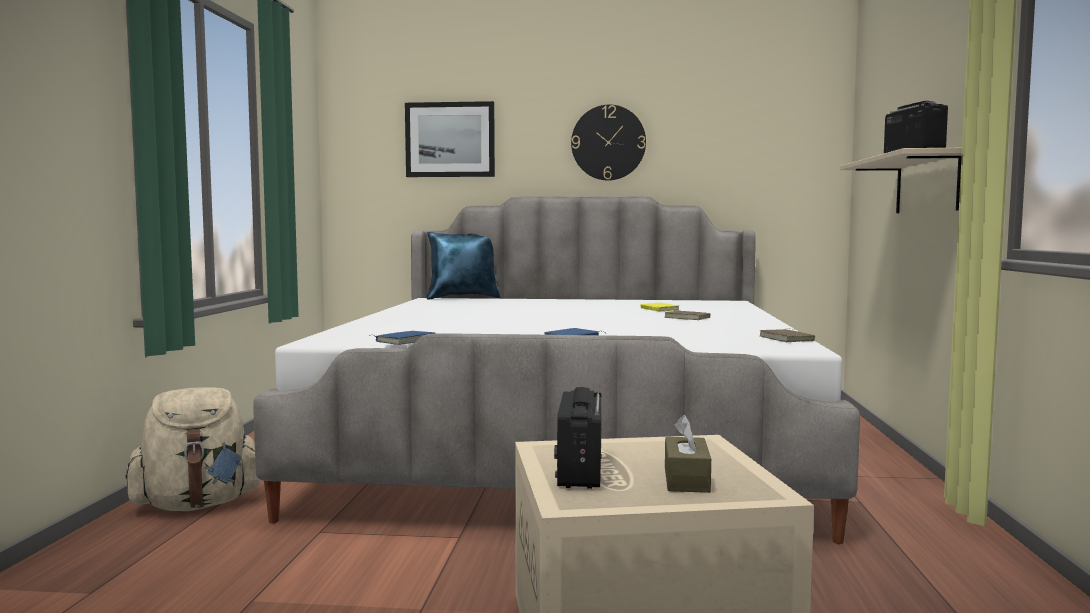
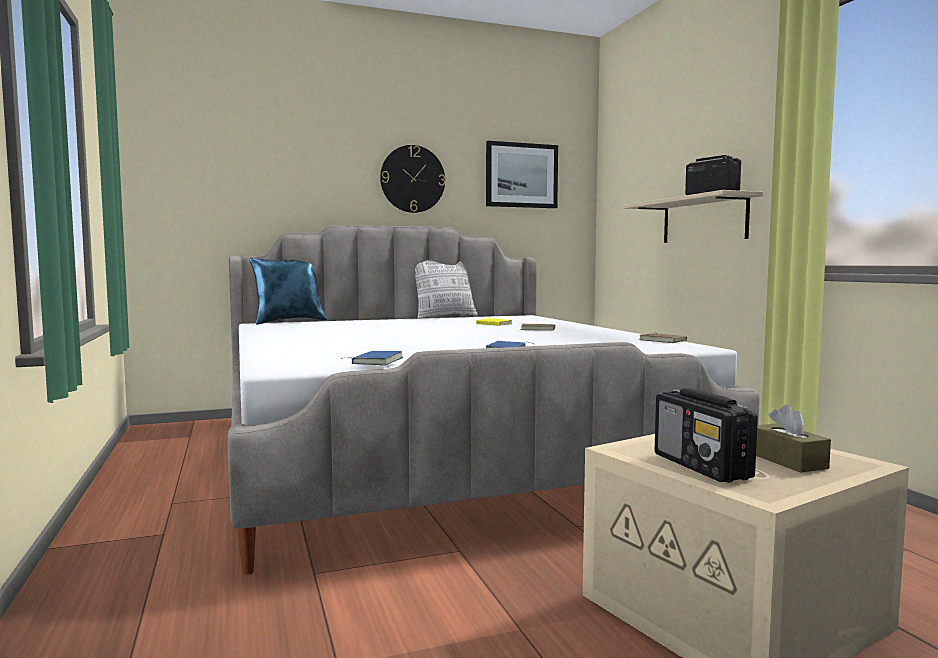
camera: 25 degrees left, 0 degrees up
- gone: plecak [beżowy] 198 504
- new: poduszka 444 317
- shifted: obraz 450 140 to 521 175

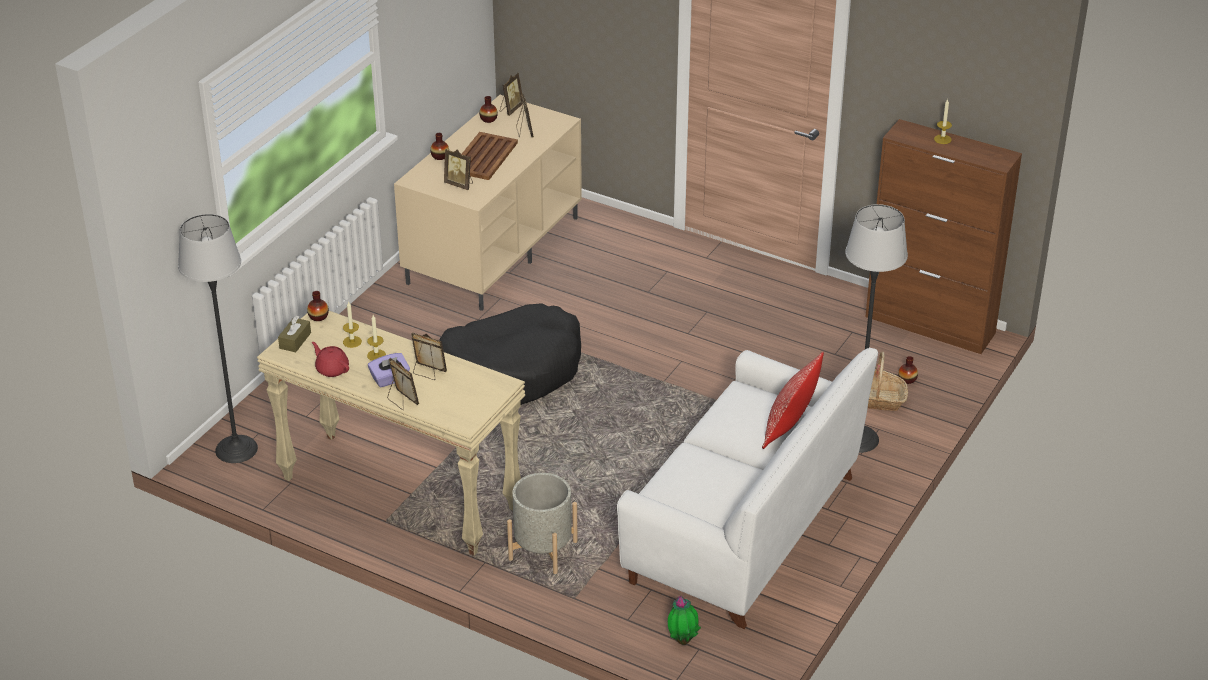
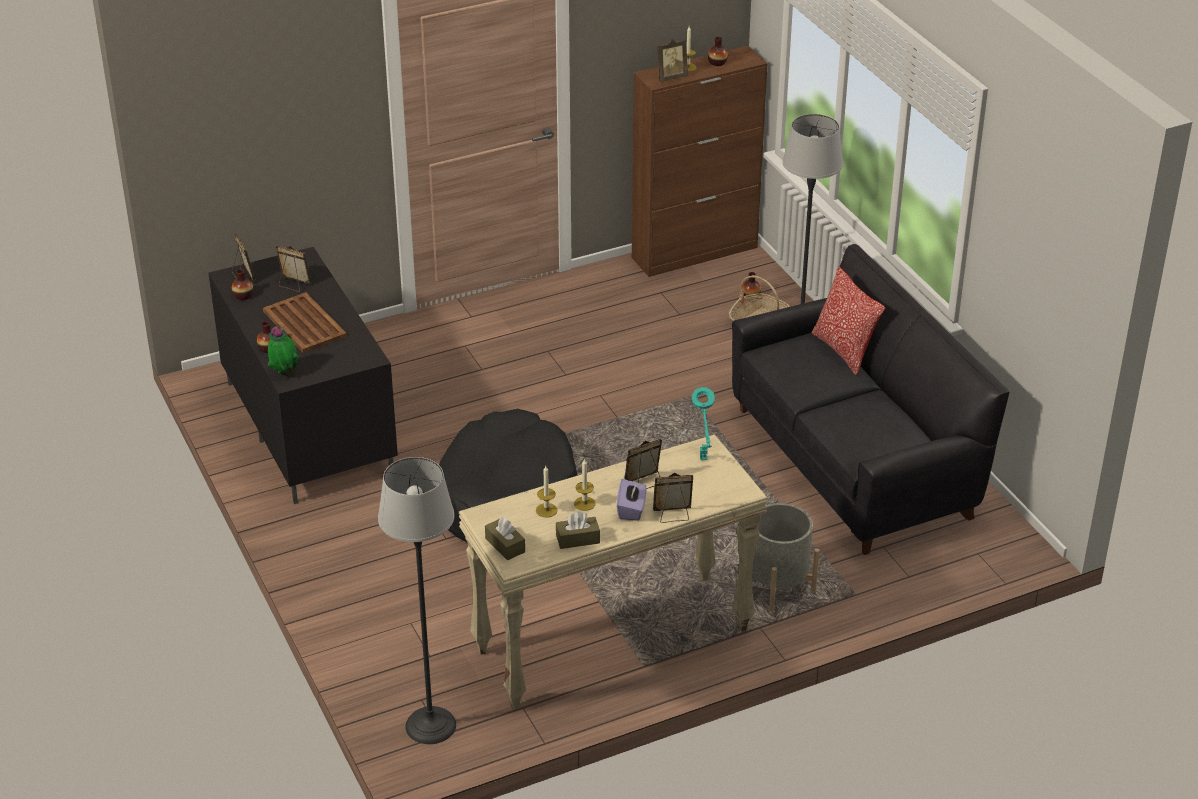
camera: 55 degrees left, 0 degrees up
- new: lampa stołowa [turkusowy] 703 460
- shifted: wazon 318 317 to 717 63
- shifted: ramka na zdjęcie 460 184 to 670 77
- shifted: roślina doniczkowa 682 640 to 284 373
- swapped: imbryk [czerwony] 332 369 to pudełko chusteczek [brązowy] 577 539
- repainted: szafka pod telewizor [beżowy] 493 249 to szafka pod telewizor [czarny] 306 427
- repainted: kanapa [biały] 744 529 to kanapa [czarny] 854 463

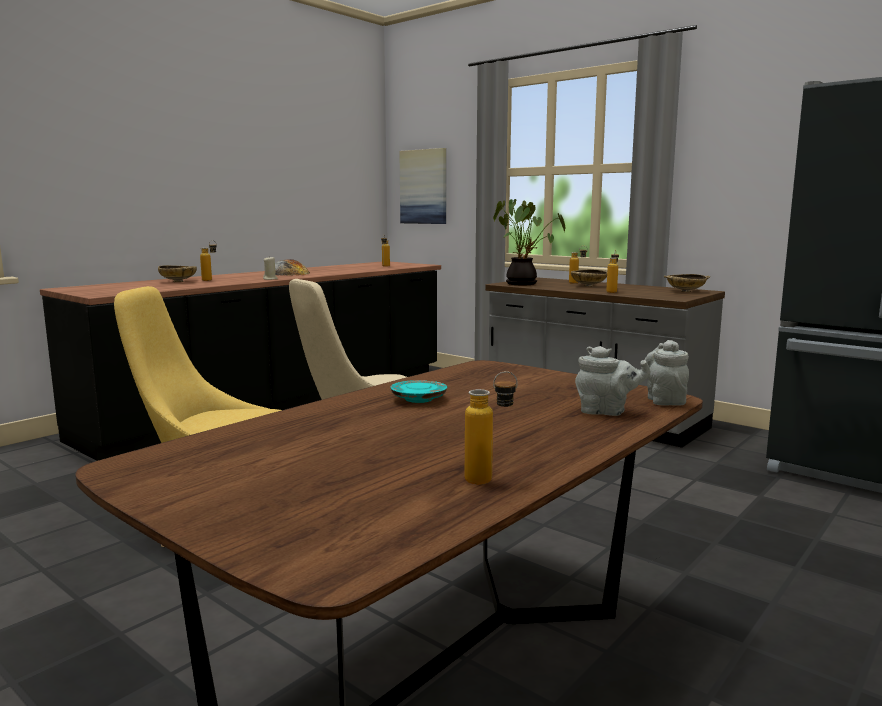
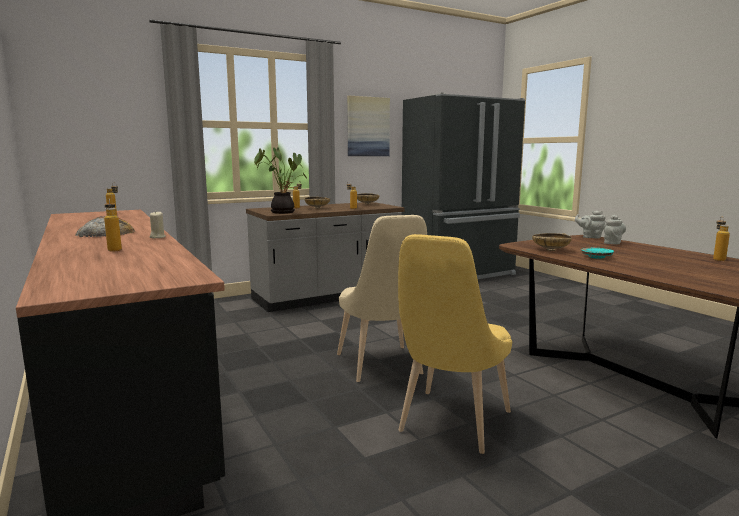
camera: 70 degrees left, 0 degrees up
- shifted: miska [beżowy] 178 281 to 550 250
- shifted: obraz 424 187 to 368 127

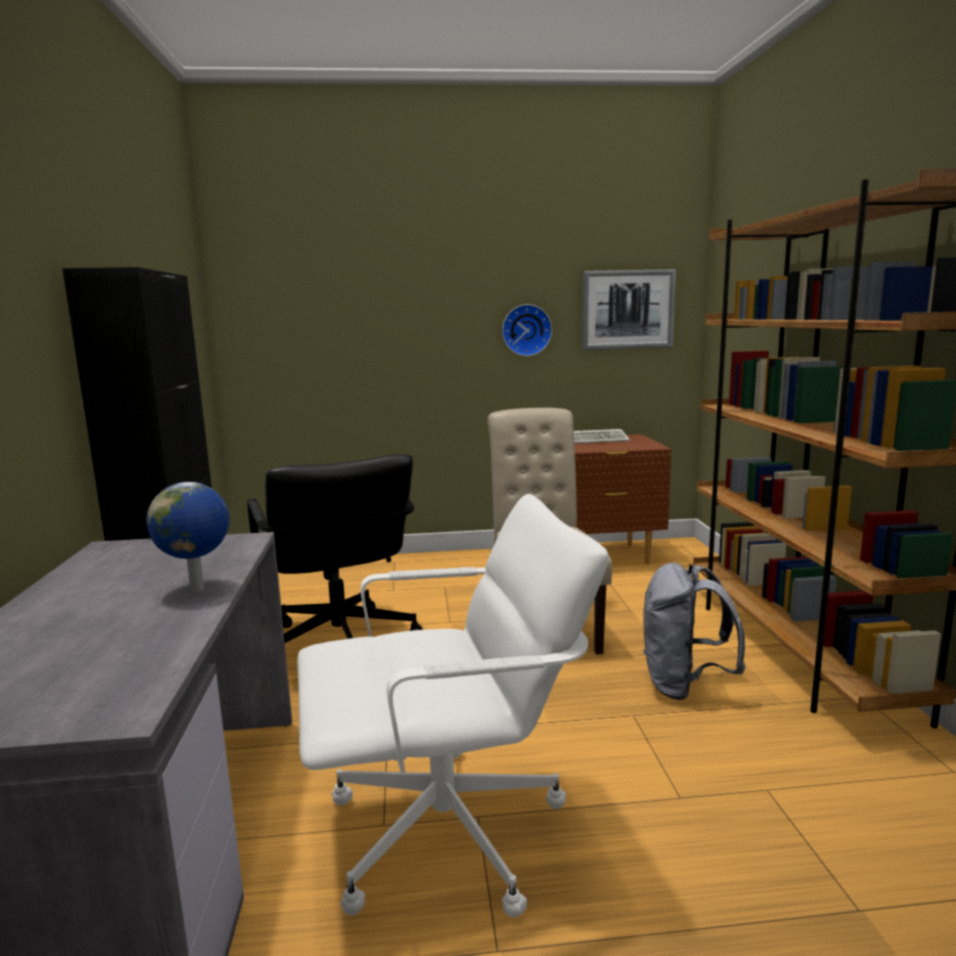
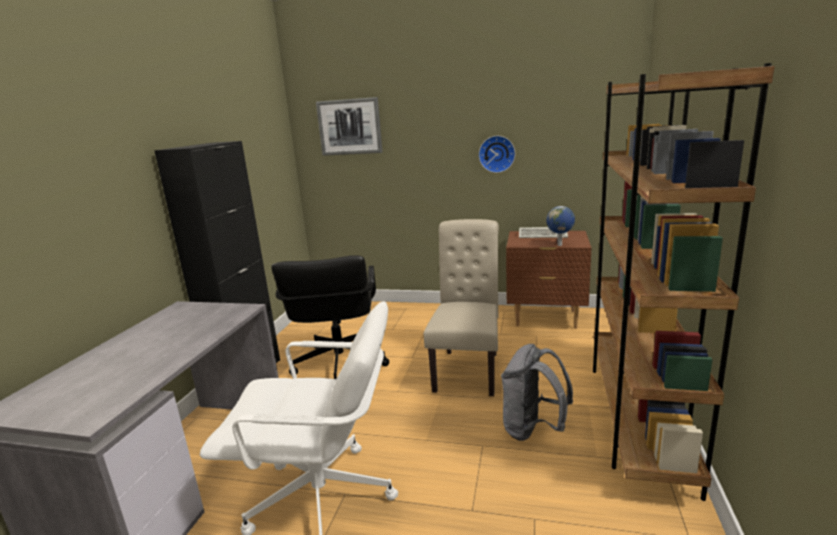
camera: 20 degrees right, 5 degrees up
- shifted: globus 198 589 to 560 245
- shifted: obraz 627 310 to 349 127

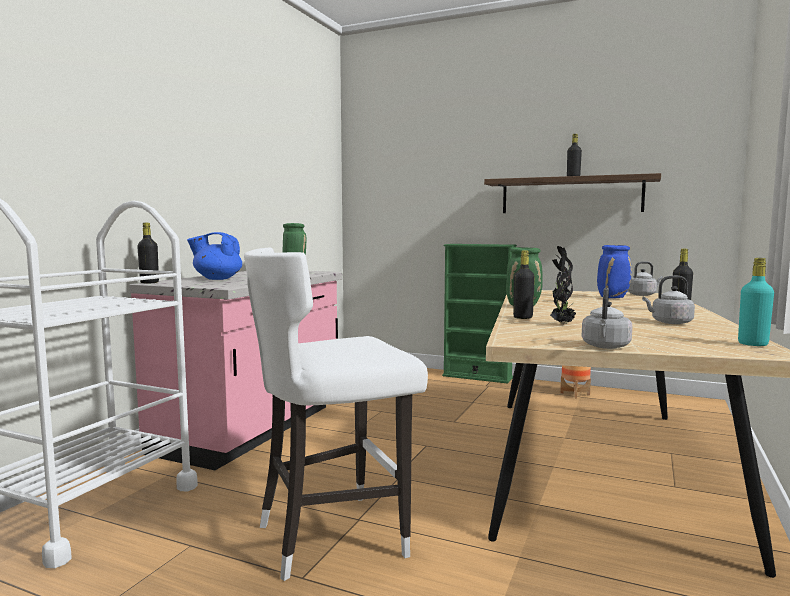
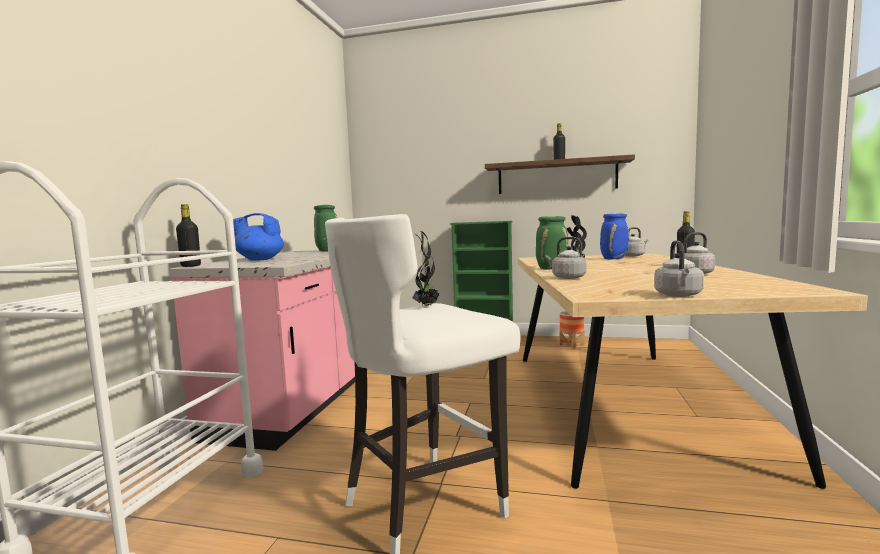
camera: 10 degrees left, 0 degrees up
- gone: butelka [turkusowy] 753 344
- shifted: roślina doniczkowa 562 324 to 427 306
- swapped: butelka [czarny] 523 317 to czajnik [szary] 567 277

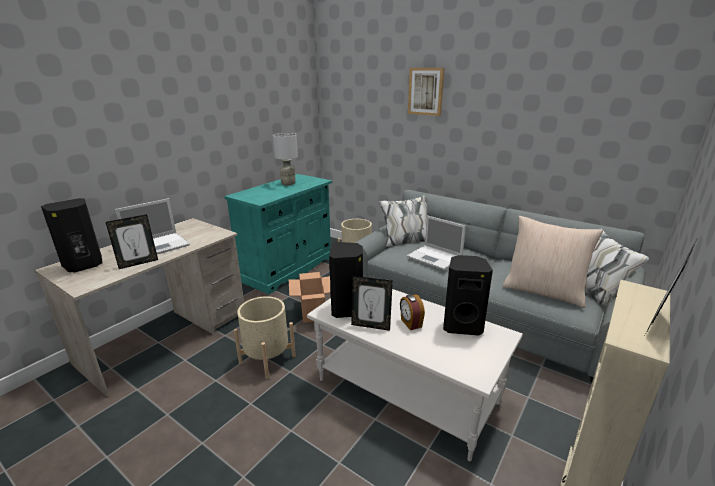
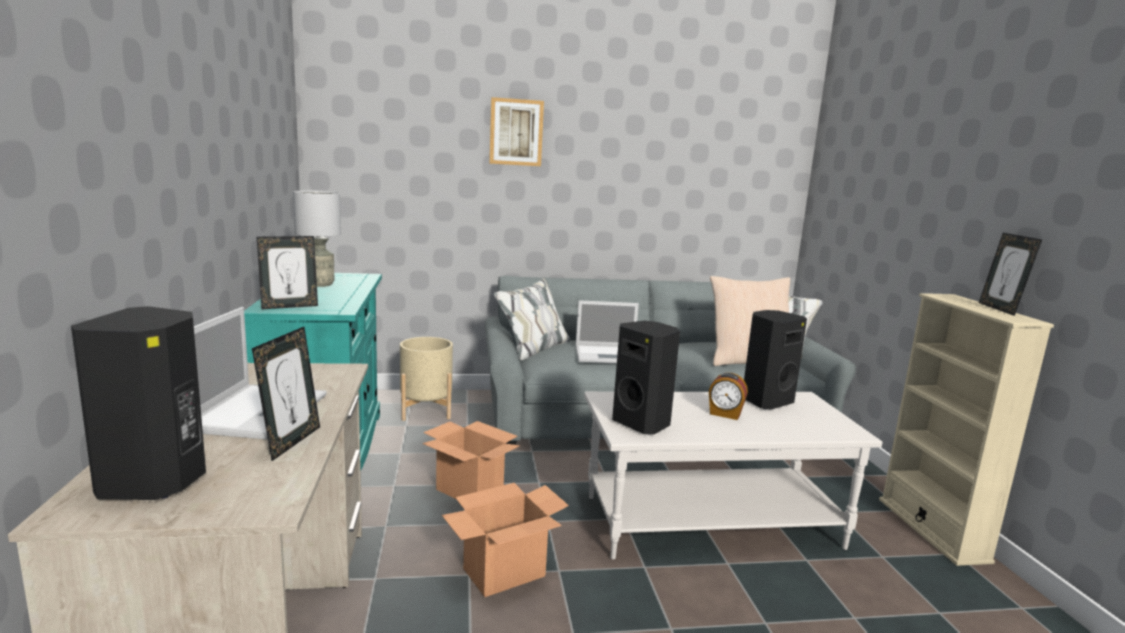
camera: 45 degrees left, 10 degrees down
- shifted: ramka na zdjęcie 371 325 to 289 306
- swapped: donica [beżowy] 267 359 to karton 503 573

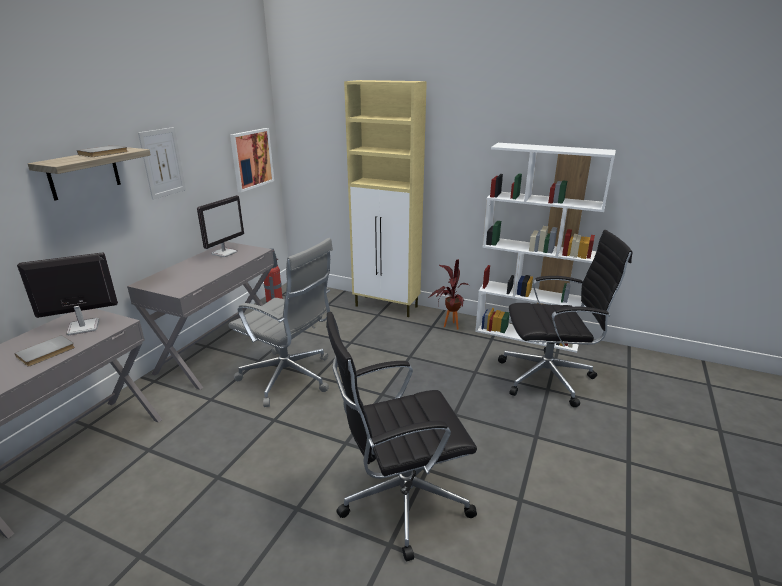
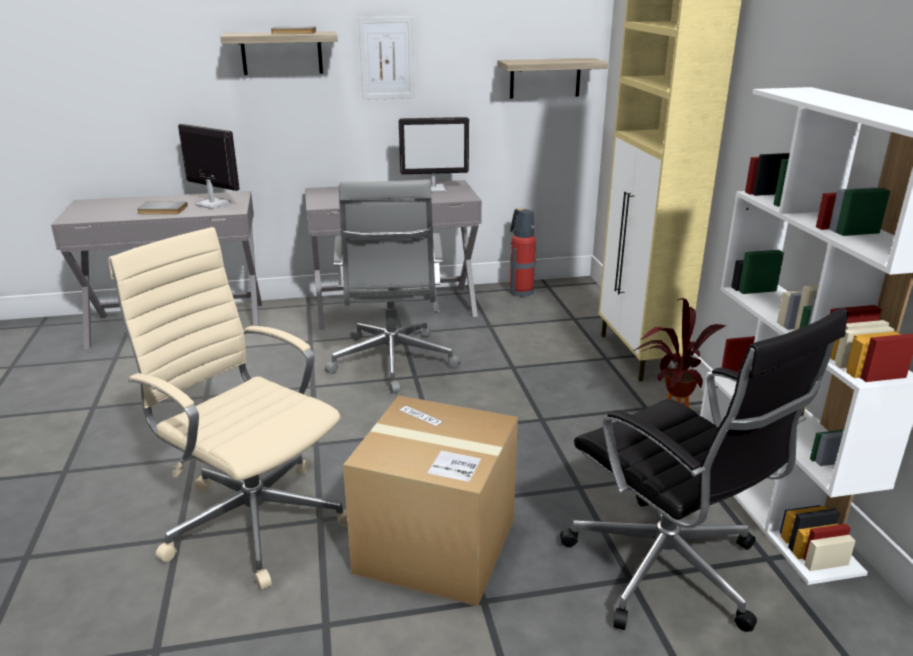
camera: 55 degrees right, 0 degrees up
- new: karton 436 545
- swapped: obraz 252 159 to półka 545 78
- repainted: krzesło biurowe [czarny] 400 499 to krzesło biurowe [beżowy] 253 519

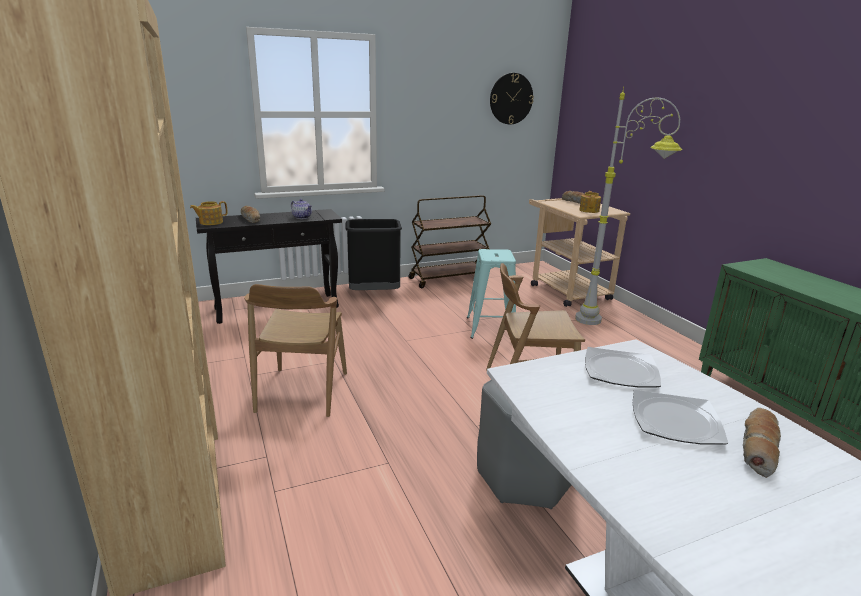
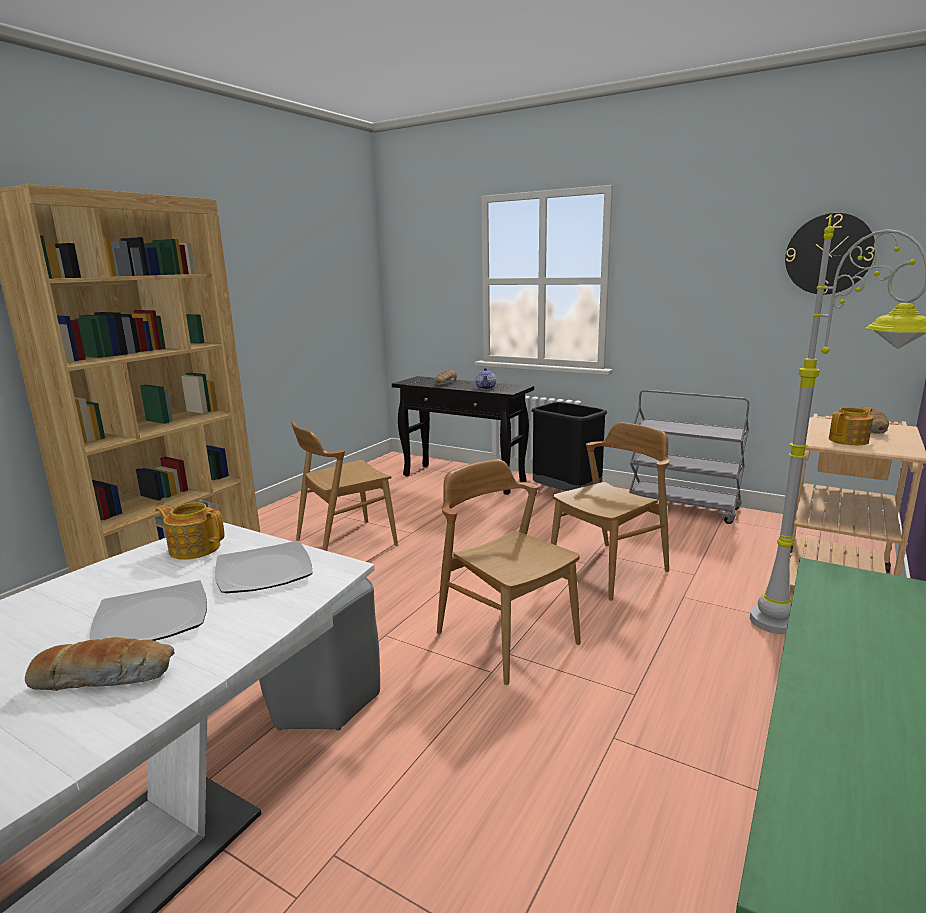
camera: 55 degrees right, 5 degrees down
- shifted: imbryk 210 222 to 194 548
- swapped: stołek [turkusowy] 490 328 to krzesło [brązowy] 609 570
- repainted: wózek [brązowy] 448 279 to wózek [szary] 682 507

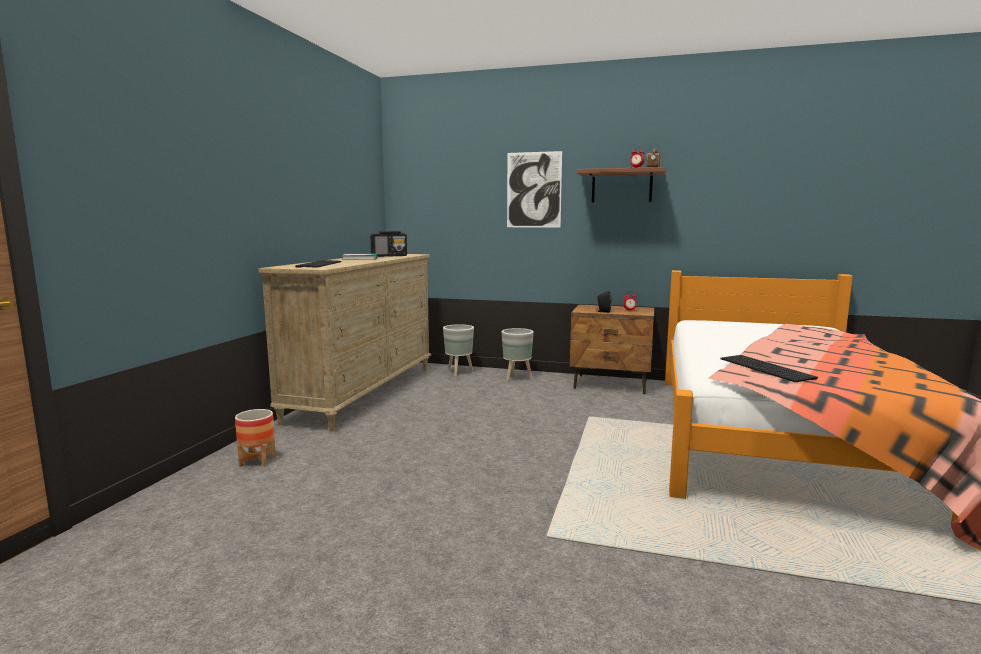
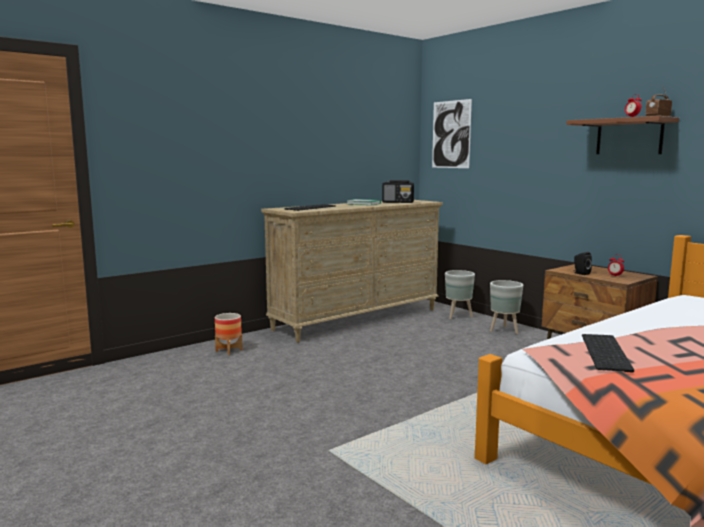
camera: 35 degrees right, 0 degrees up
- shifted: obraz 534 190 to 451 134

